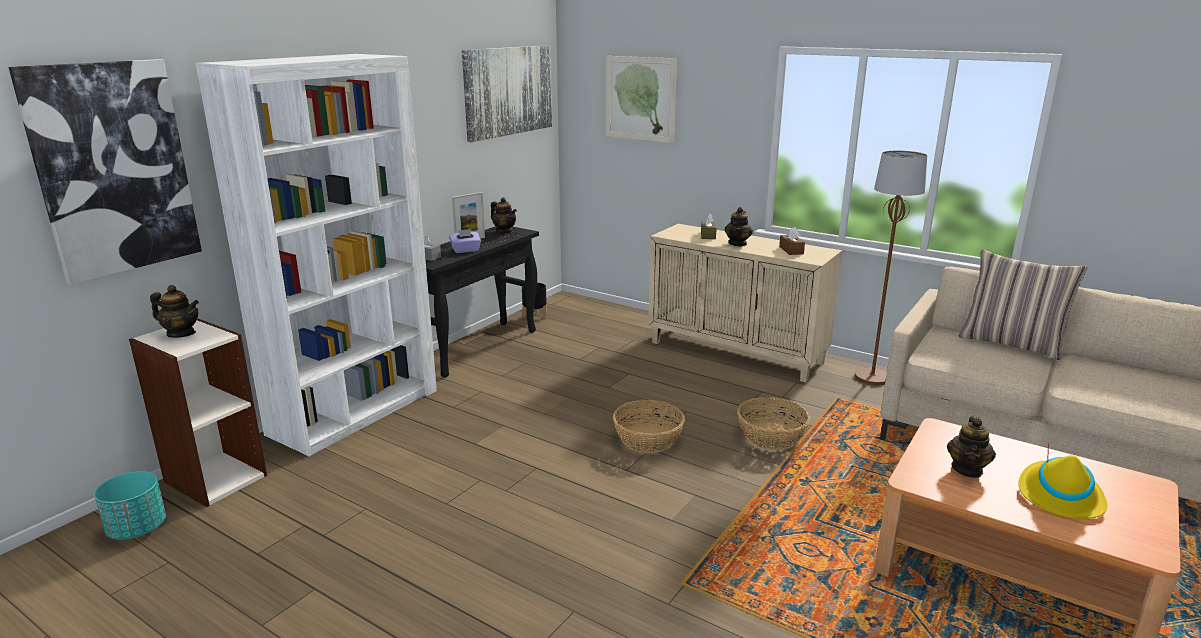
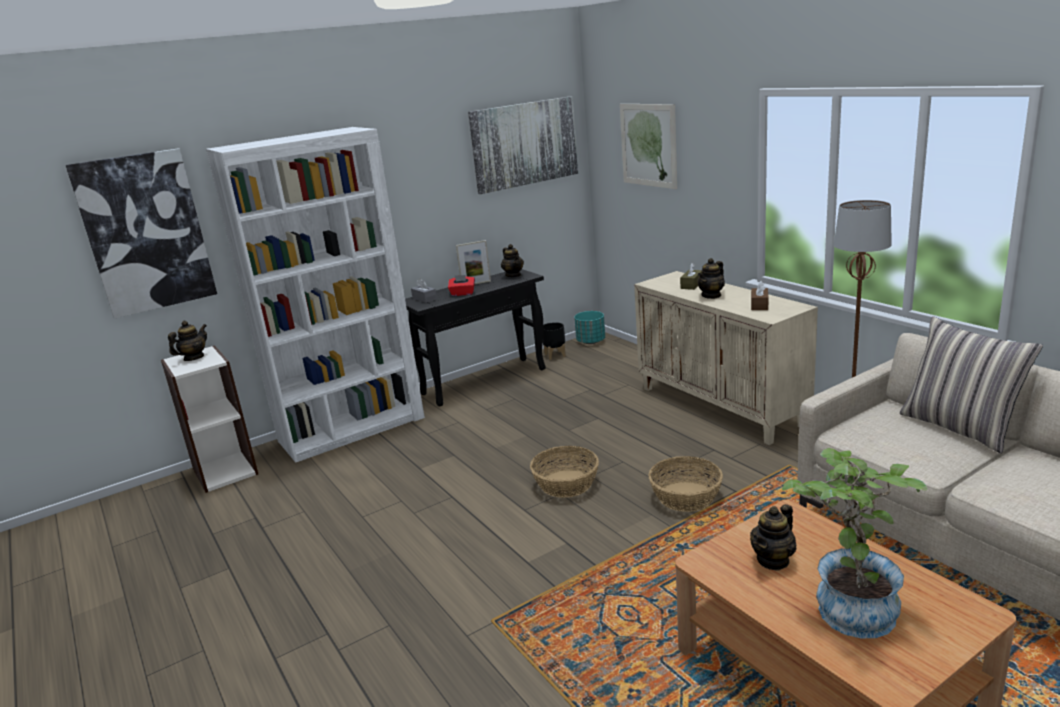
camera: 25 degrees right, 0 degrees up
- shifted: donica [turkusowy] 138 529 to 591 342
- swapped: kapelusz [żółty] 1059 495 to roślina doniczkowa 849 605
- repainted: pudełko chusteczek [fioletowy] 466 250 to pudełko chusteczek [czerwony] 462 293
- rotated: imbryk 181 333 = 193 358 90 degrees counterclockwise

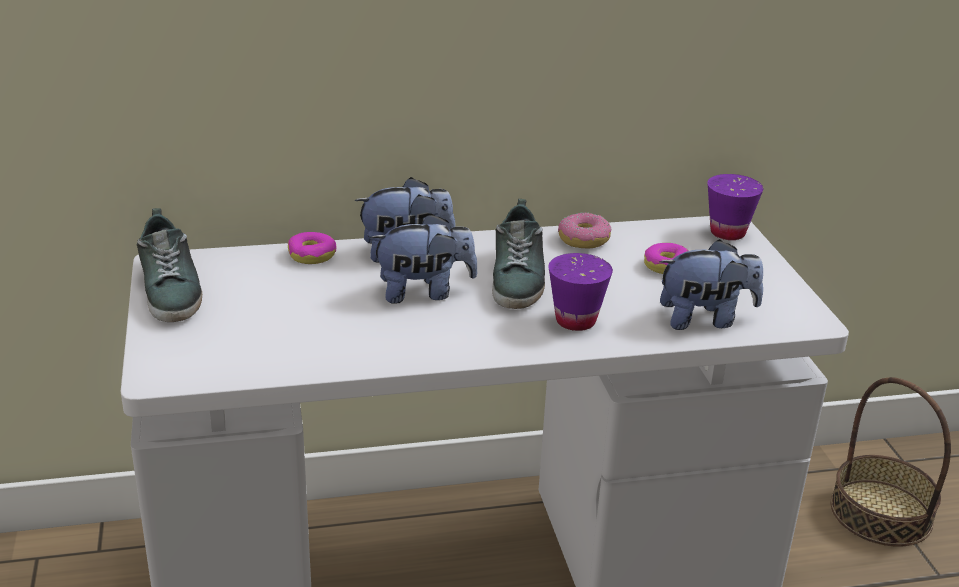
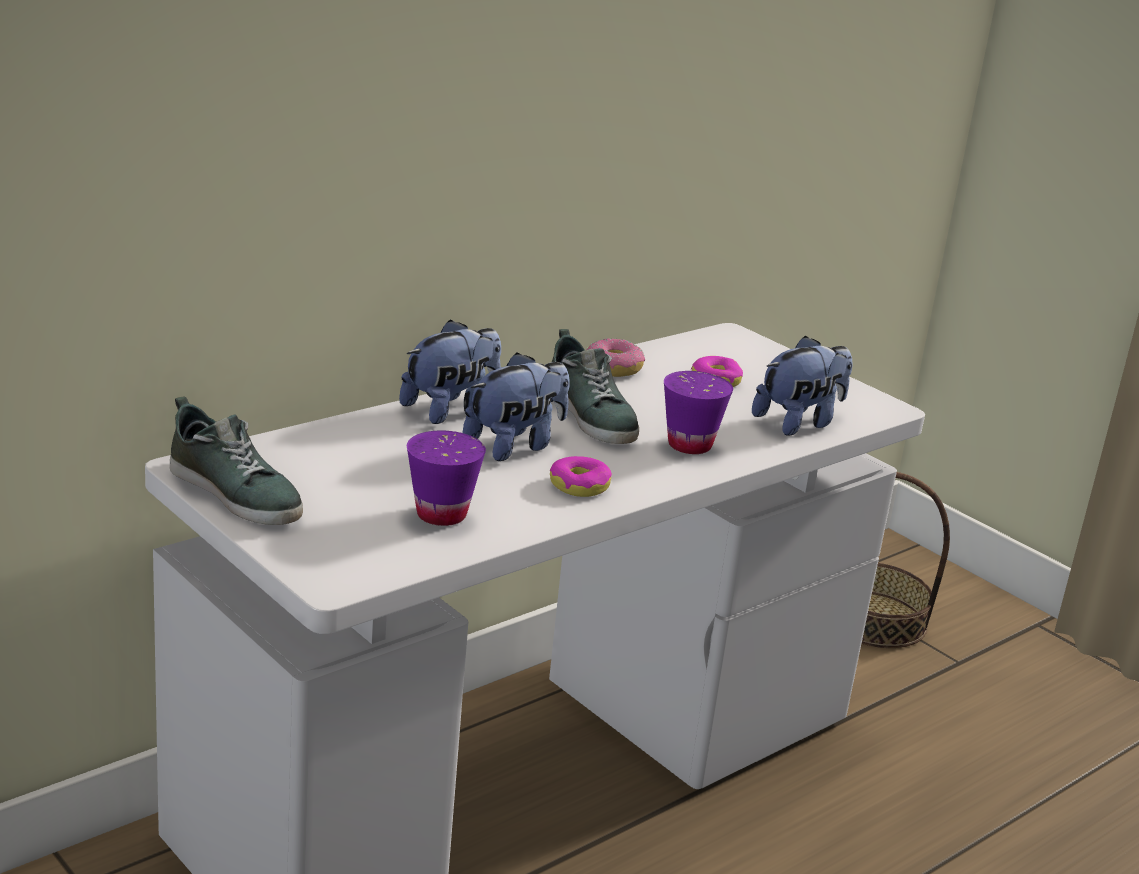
camera: 30 degrees left, 5 degrees down
- shifted: donut 312 255 to 580 485
- shifted: filiżanka [fioletowy] 727 233 to 441 514

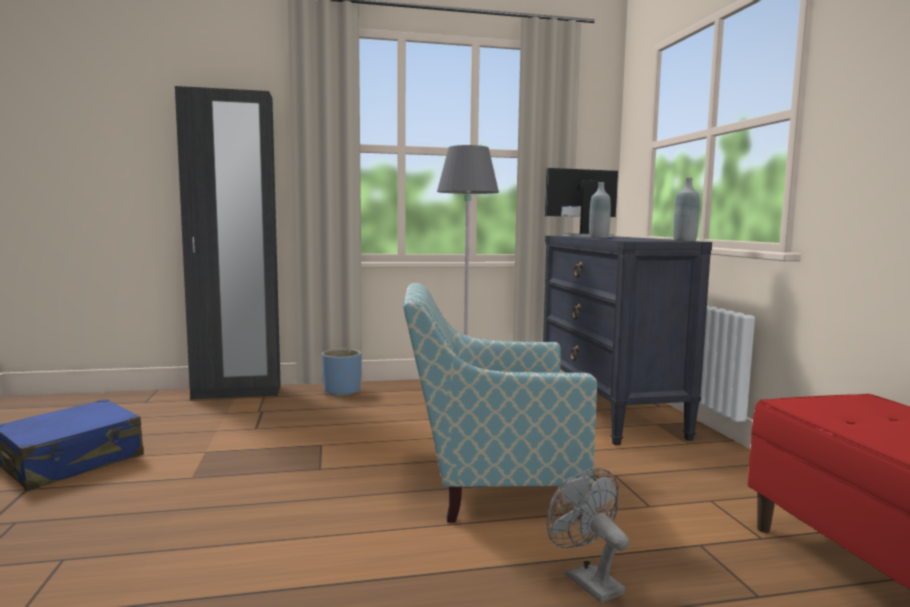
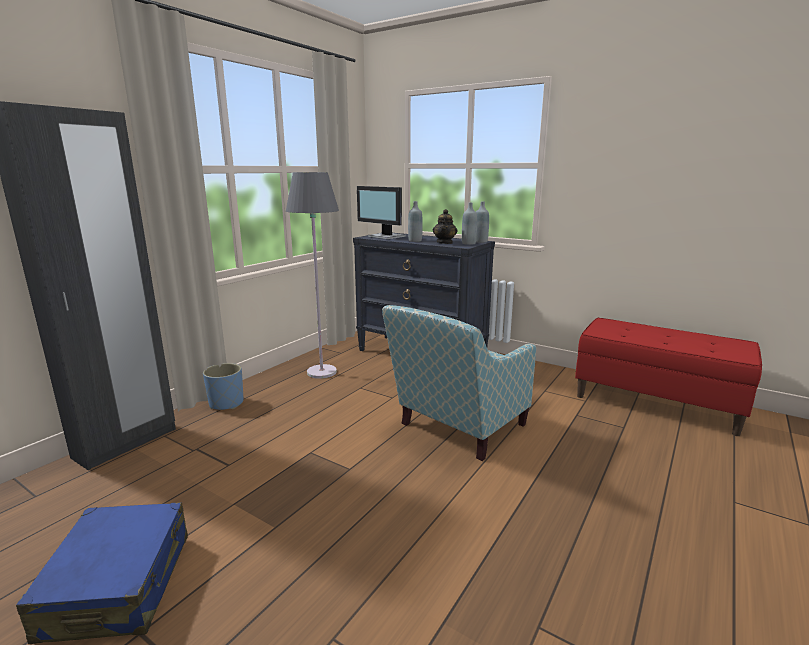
camera: 45 degrees left, 10 degrees up
- gone: wentylator [szary] 587 580
- new: imbryk 445 242
- new: butelka [szary] 468 243
- rotated: monitor 585 236 = 386 236 75 degrees counterclockwise

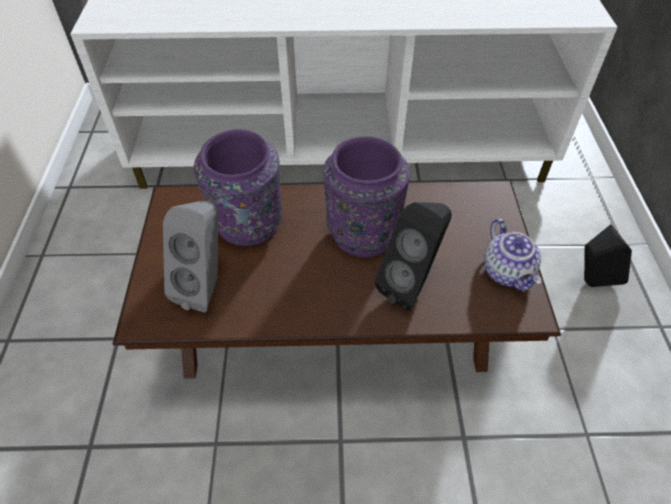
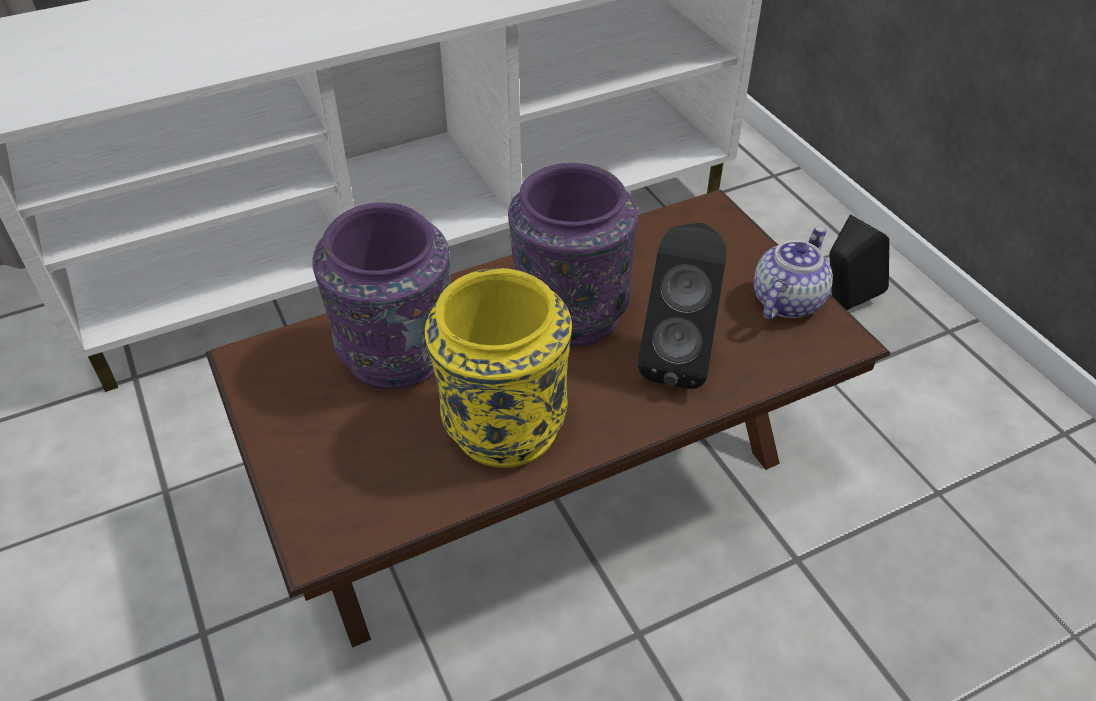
camera: 25 degrees left, 5 degrees down
- gone: głośnik [szary] 206 286
- new: wazon [żółty] 502 427
- rotated: imbryk 508 272 = 786 300 105 degrees counterclockwise

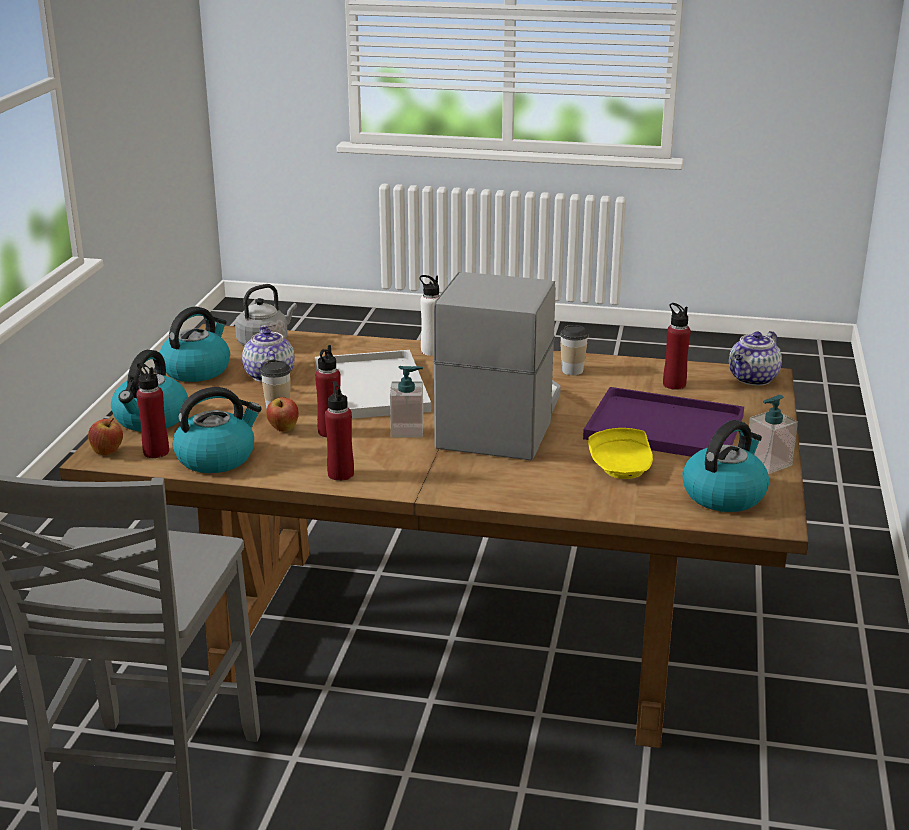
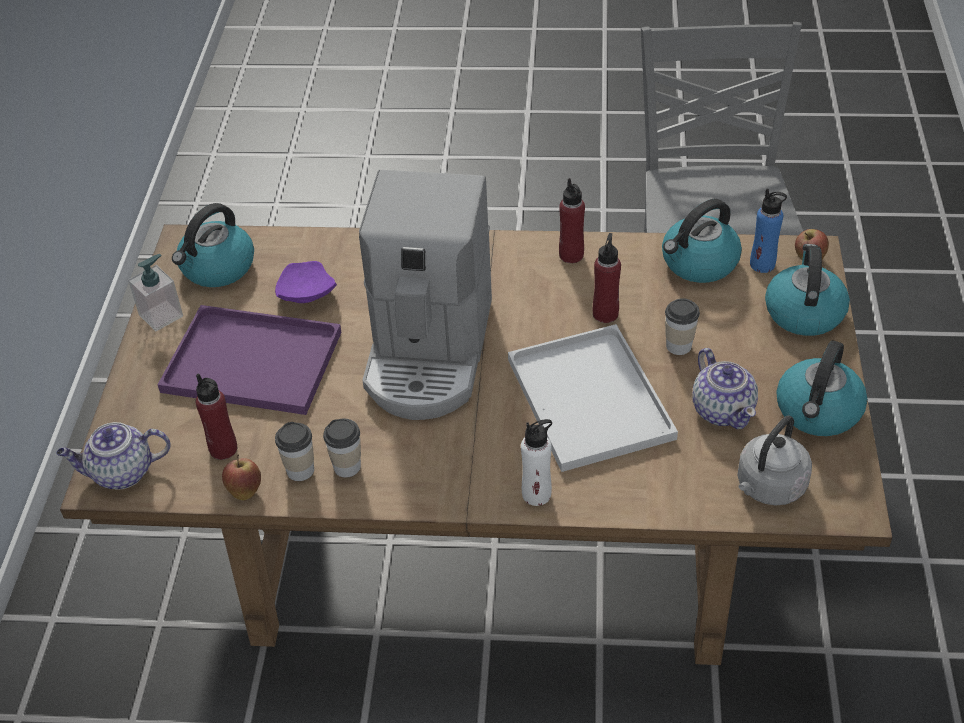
camera: 175 degrees right, 20 degrees up
- gone: dozownik mydła 407 430
- new: filiżanka 300 470
- shifted: jabłko 283 429 to 245 490
- repainted: butelka [czerwony] 156 452 to butelka [niebieski] 762 264
- repainted: talerz [żółty] 622 467 to talerz [fioletowy] 305 294
- rotated: imbryk 753 379 = 121 473 135 degrees counterclockwise

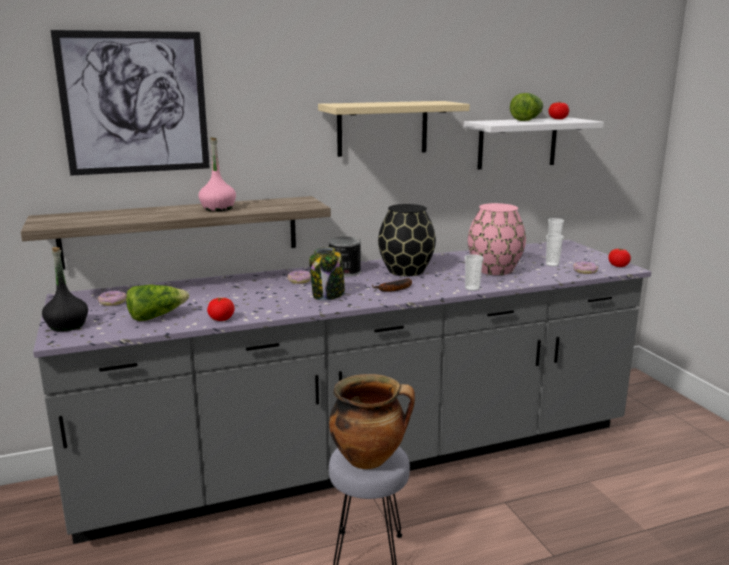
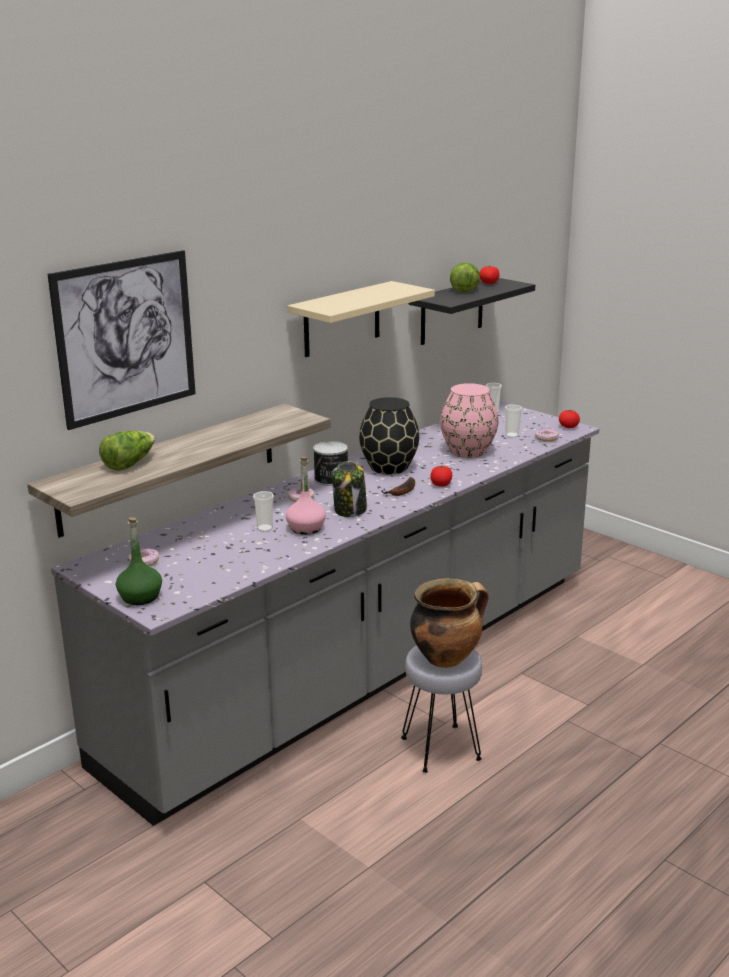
camera: 25 degrees left, 5 degrees up
- shifted: sałata 156 316 to 129 464
- shifted: butelka [różowy] 218 208 to 306 528
- shifted: pomidor 221 319 to 441 484
- shifted: filiżanka 472 288 to 265 528
- repainted: butelka [czarny] 67 325 to butelka [zielony] 140 597
- repainted: półka [biały] 517 143 to półka [czarny] 452 311

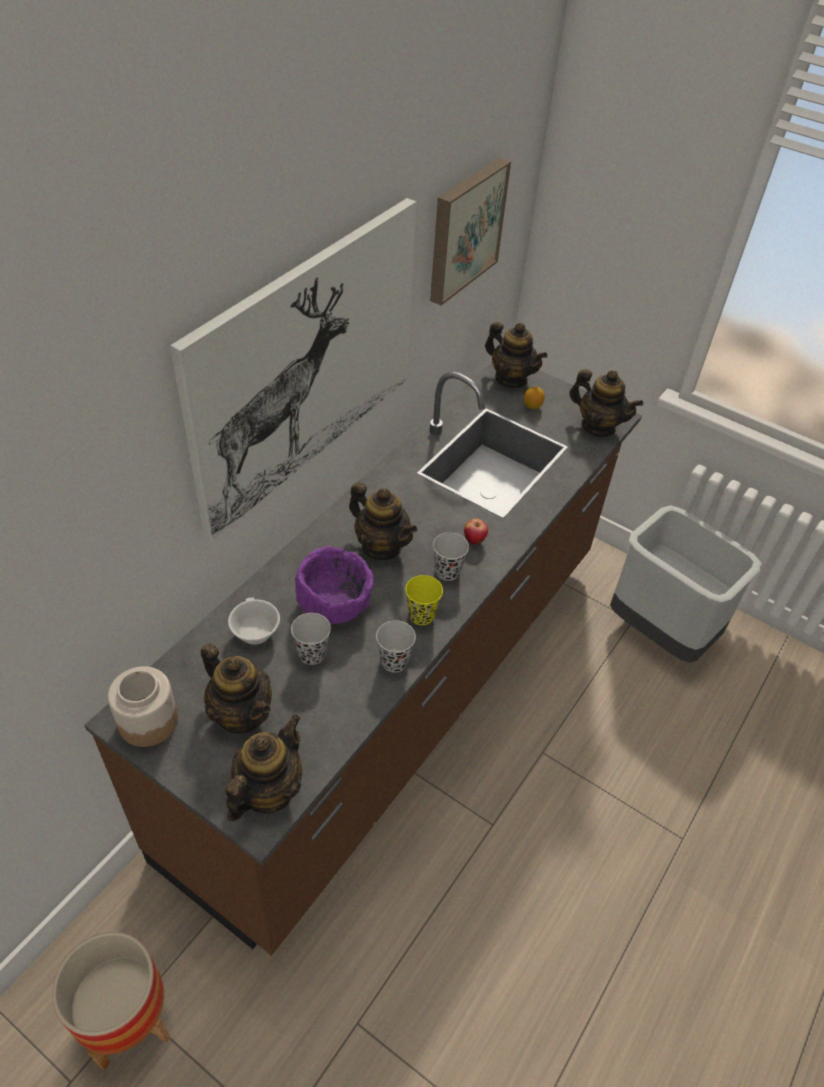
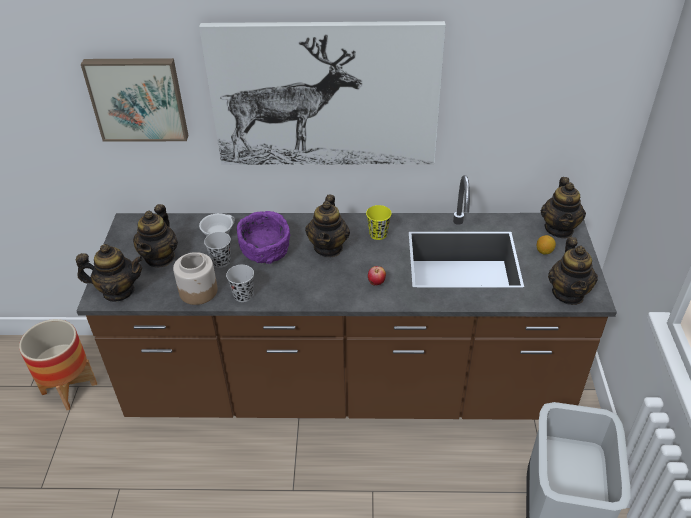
camera: 60 degrees right, 5 degrees down
- gone: filiżanka [czarny] 447 571
- shifted: słoik 148 720 to 199 291
- shifted: filiżanka [żółty] 421 615 to 378 234
- shifted: obraz 464 229 to 138 98

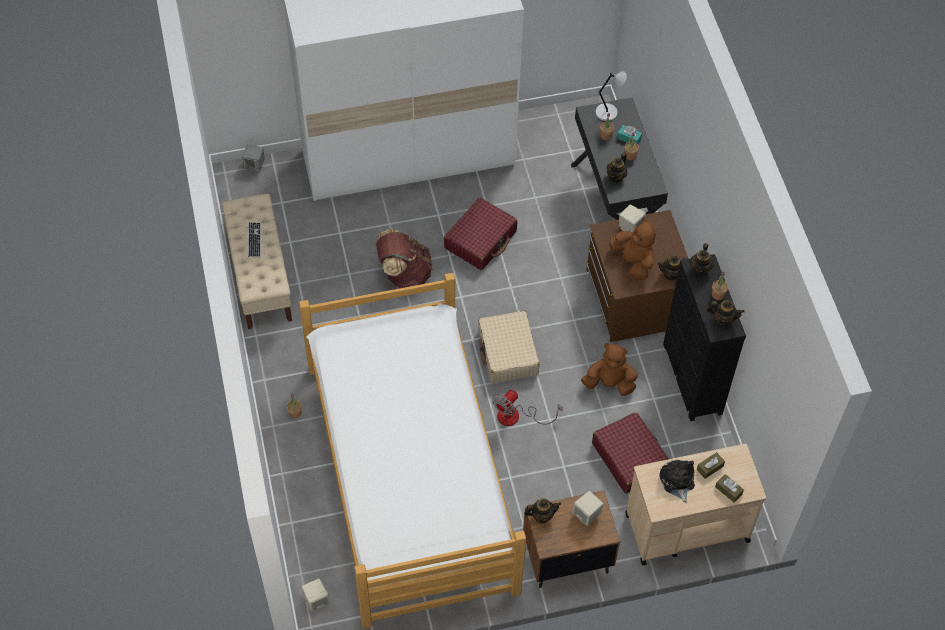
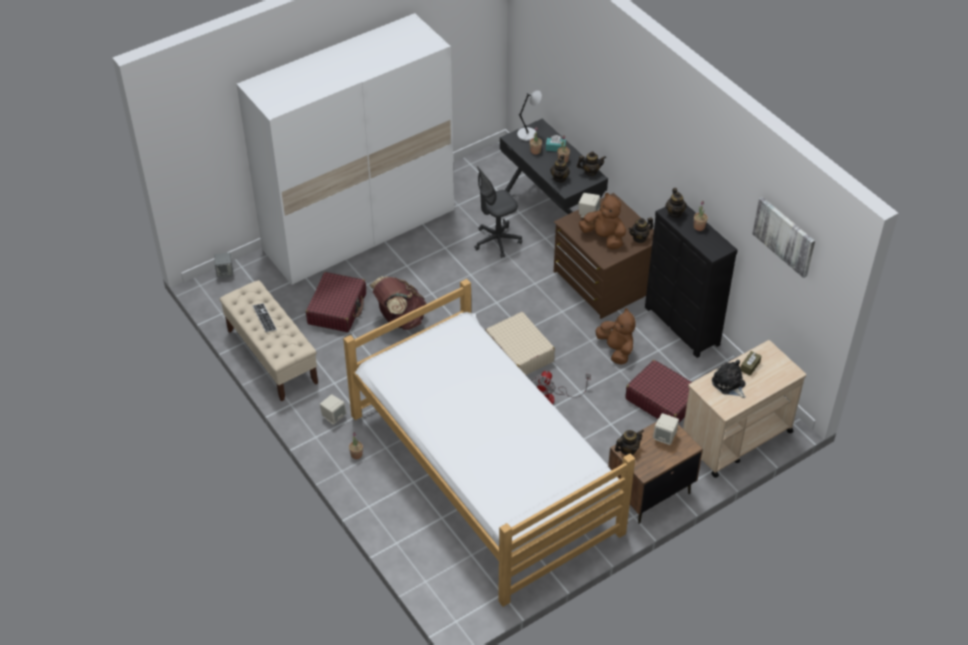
camera: 20 degrees left, 10 degrees down
- gone: pudełko chusteczek [brązowy] 728 490
- new: krzesło biurowe [szary] 497 241
- new: obraz 784 236
- shifted: głośnik [beżowy] 316 600 to 334 416
- shifted: walizka [czerwony] 480 240 to 337 309
- shifted: imbryk 723 319 to 590 171
- rotated: pluszak [brązowy] 609 383 = 616 349 75 degrees clockwise

